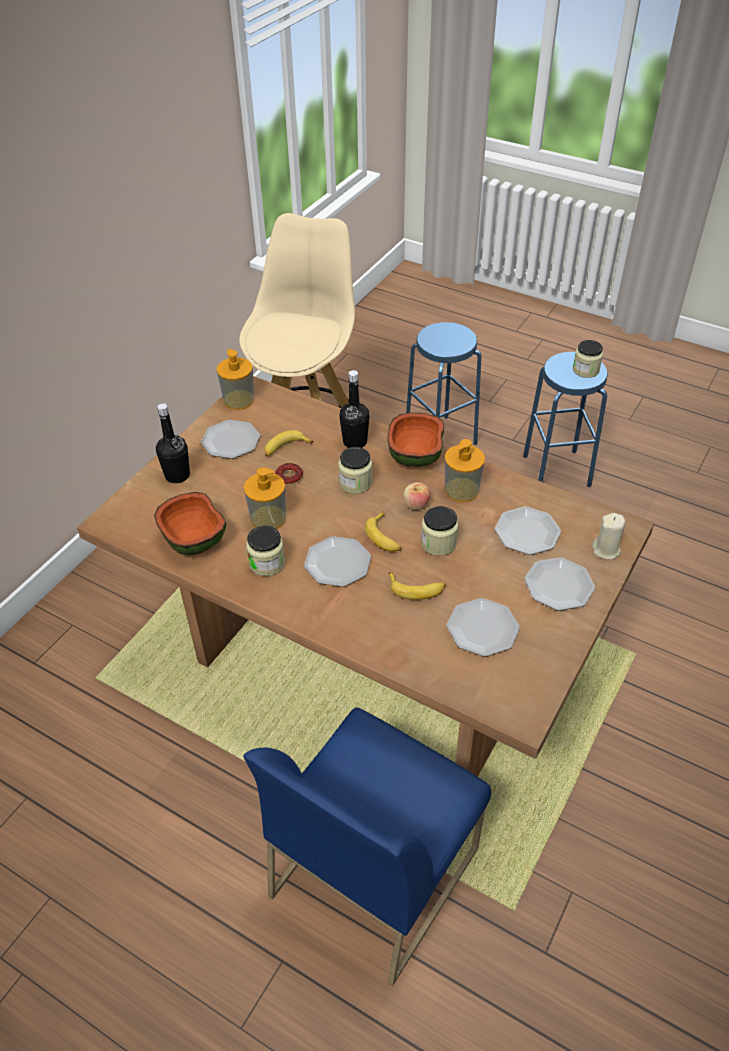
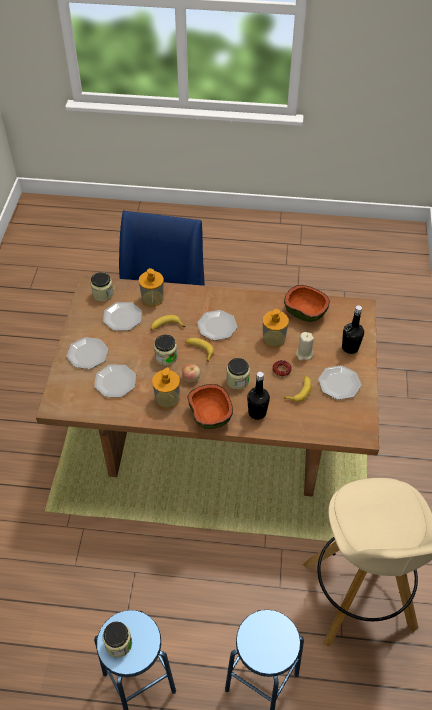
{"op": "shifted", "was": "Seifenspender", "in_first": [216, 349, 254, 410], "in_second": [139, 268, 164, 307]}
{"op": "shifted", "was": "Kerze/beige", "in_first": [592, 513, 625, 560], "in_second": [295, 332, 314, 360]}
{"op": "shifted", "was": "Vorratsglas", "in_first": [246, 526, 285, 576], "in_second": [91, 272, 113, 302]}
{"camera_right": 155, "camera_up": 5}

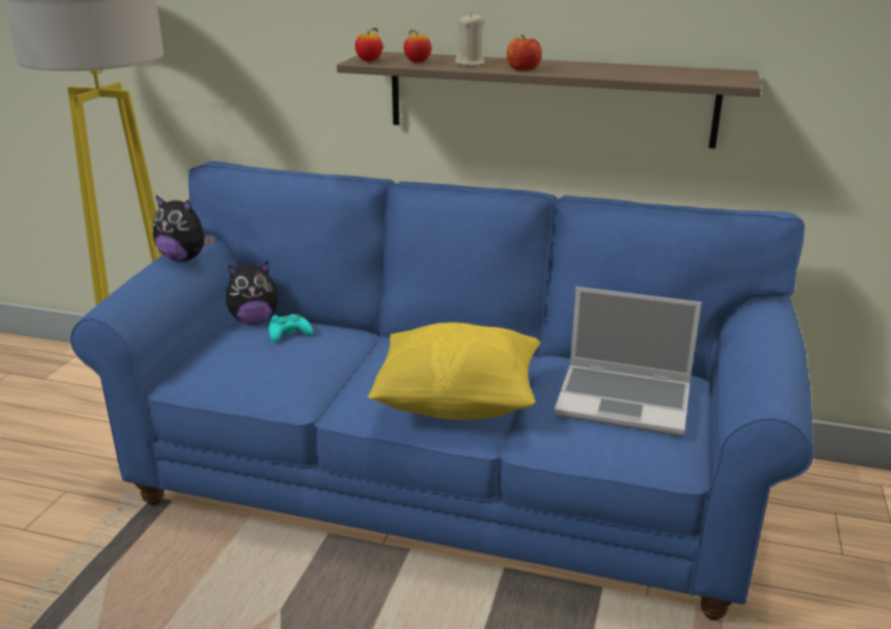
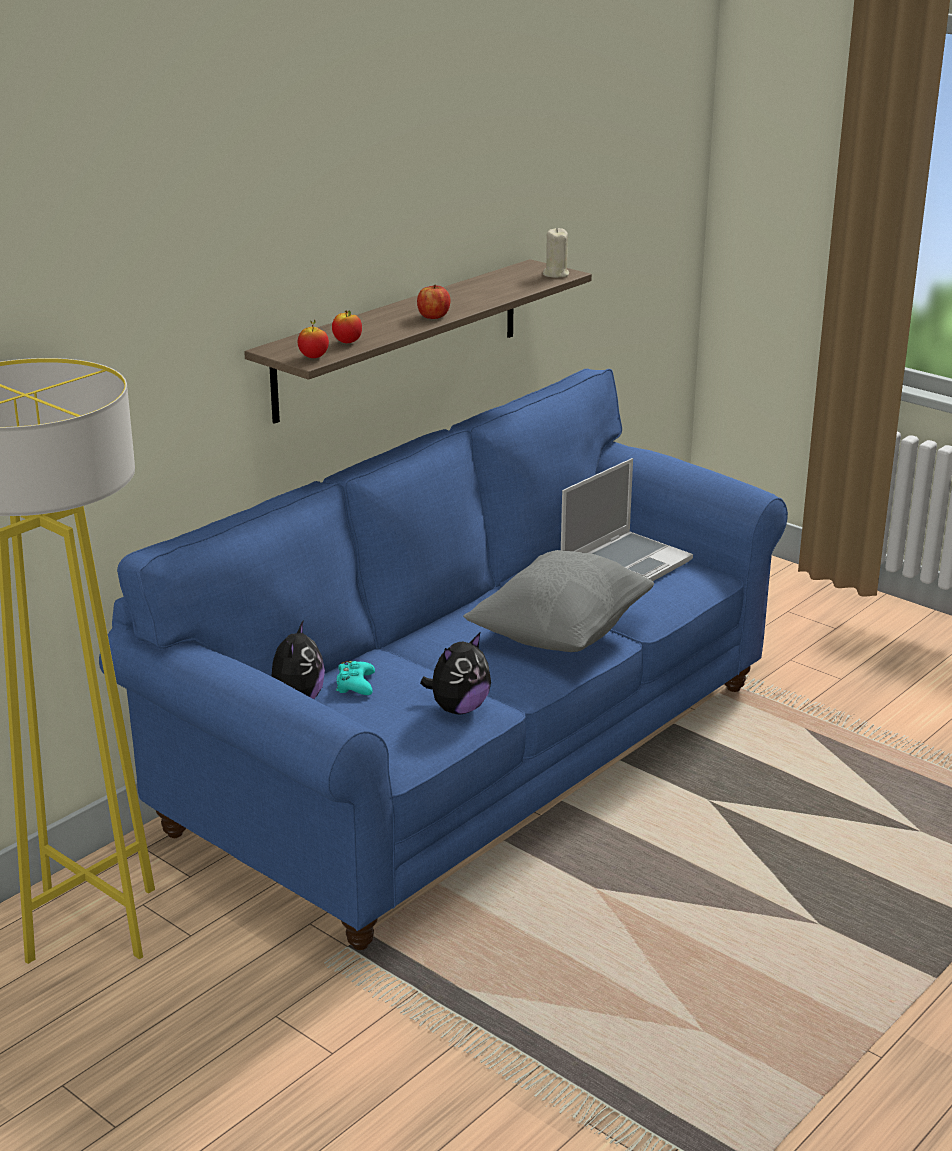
{"op": "shifted", "was": "Kerze/beige", "in_first": [455, 13, 485, 66], "in_second": [543, 228, 569, 278]}
{"op": "shifted", "was": "Plüschtier", "in_first": [153, 195, 214, 262], "in_second": [420, 633, 491, 714]}
{"op": "repainted", "was": "Kissen/gelb", "now": "Kissen/grau", "in_first": [368, 323, 540, 420], "in_second": [463, 550, 654, 652]}
{"camera_right": -65, "camera_up": 0}

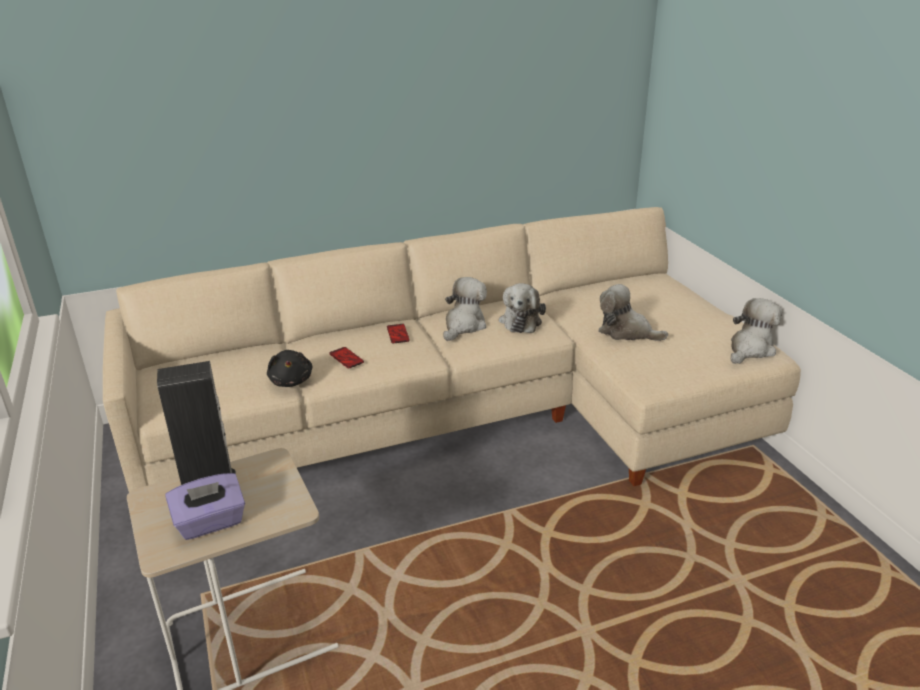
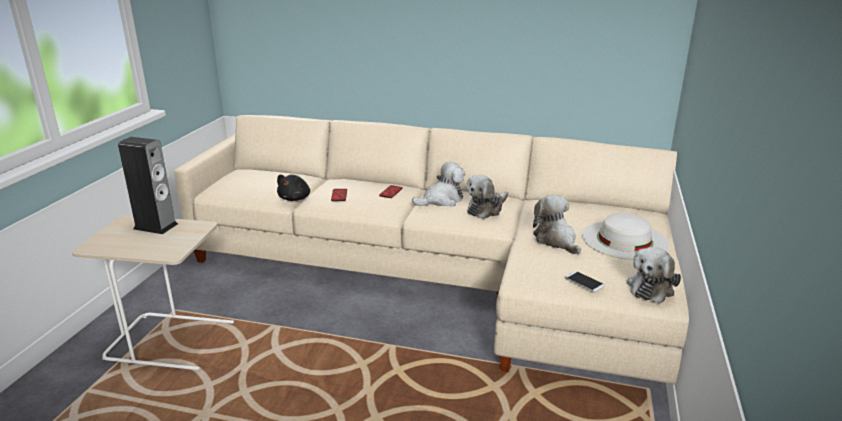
{"op": "rotated", "was": "Plüschtier", "in_first": [731, 298, 782, 364], "in_second": [626, 247, 681, 303], "clockwise": 135}
{"op": "gone", "was": "Taschentuchbox/lila", "in_first": [165, 473, 245, 540]}
{"op": "new", "now": "Hut/weiß", "in_second": [582, 213, 669, 260]}
{"op": "new", "now": "Handy", "in_second": [565, 271, 605, 292]}
{"camera_right": 35, "camera_up": -5}

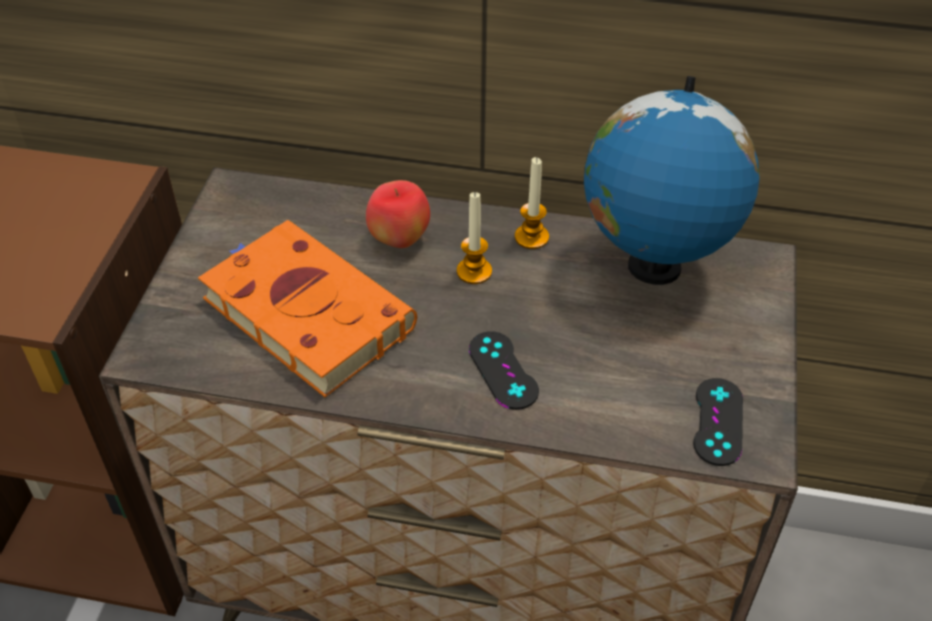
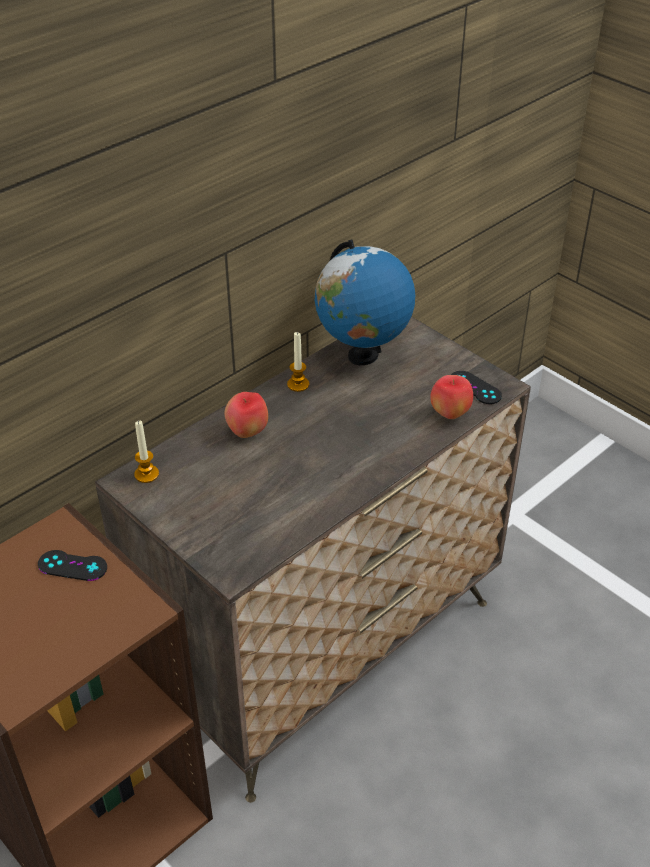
{"op": "shifted", "was": "Kerze", "in_first": [457, 192, 492, 284], "in_second": [134, 421, 159, 483]}
{"op": "gone", "was": "Buch/orange", "in_first": [198, 220, 417, 397]}
{"op": "shifted", "was": "Gamepad/schwarz", "in_first": [469, 331, 539, 410], "in_second": [38, 550, 107, 581]}
{"op": "new", "now": "Apfel", "in_second": [430, 375, 473, 419]}
{"camera_right": -55, "camera_up": -5}

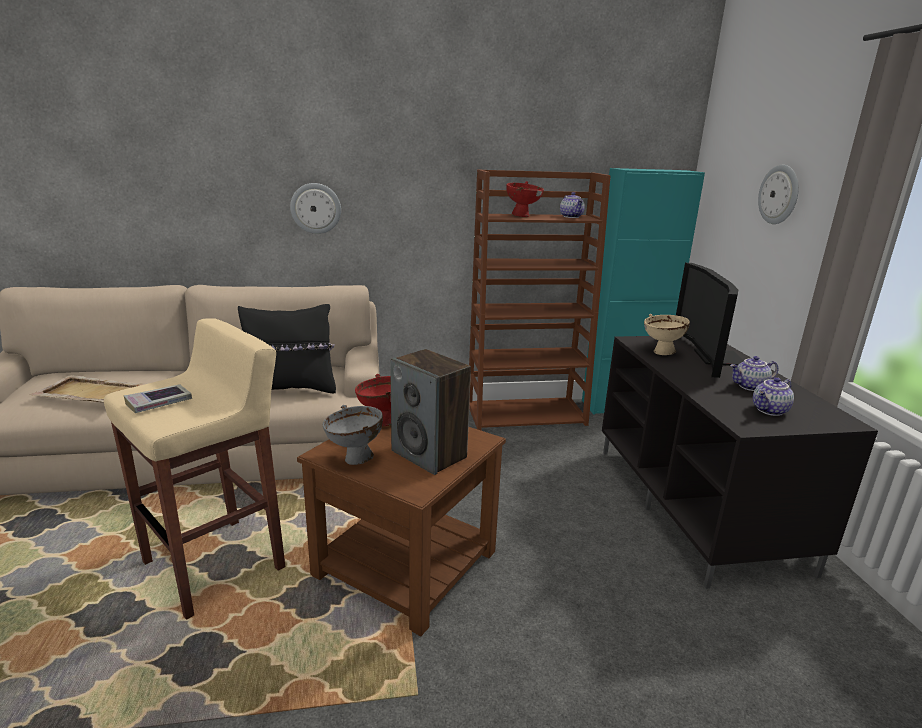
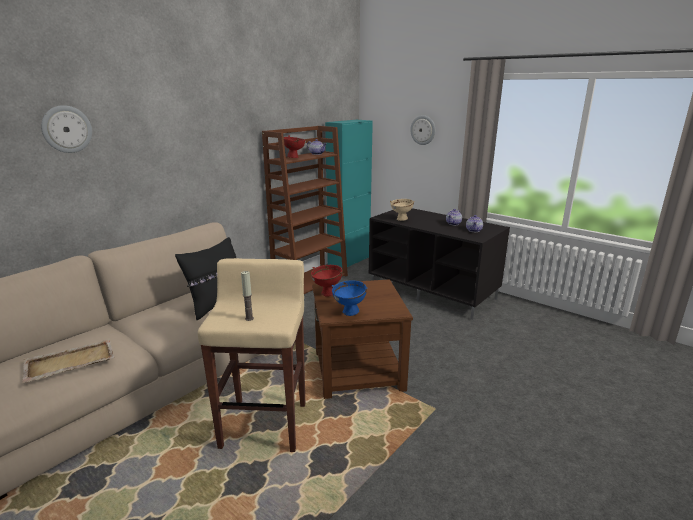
{"op": "shifted", "was": "Wanduhr", "in_first": [290, 183, 341, 234], "in_second": [41, 105, 92, 153]}
{"op": "gone", "was": "Fernseher", "in_first": [676, 263, 744, 378]}
{"op": "gone", "was": "Lautsprecher", "in_first": [390, 349, 471, 475]}
{"op": "swapped", "was": "Buch", "now": "Kerze", "in_first": [124, 384, 192, 413], "in_second": [241, 271, 254, 321]}
{"op": "repainted", "was": "Schüssel/grau", "now": "Schüssel/blau", "in_first": [323, 405, 383, 465], "in_second": [332, 281, 367, 316]}
{"camera_right": -40, "camera_up": 0}

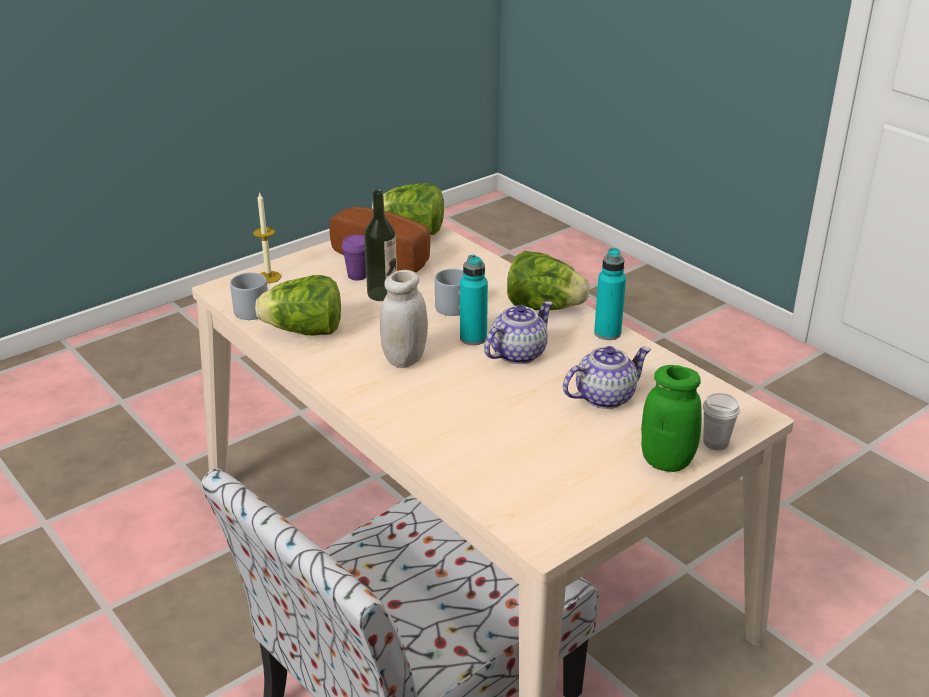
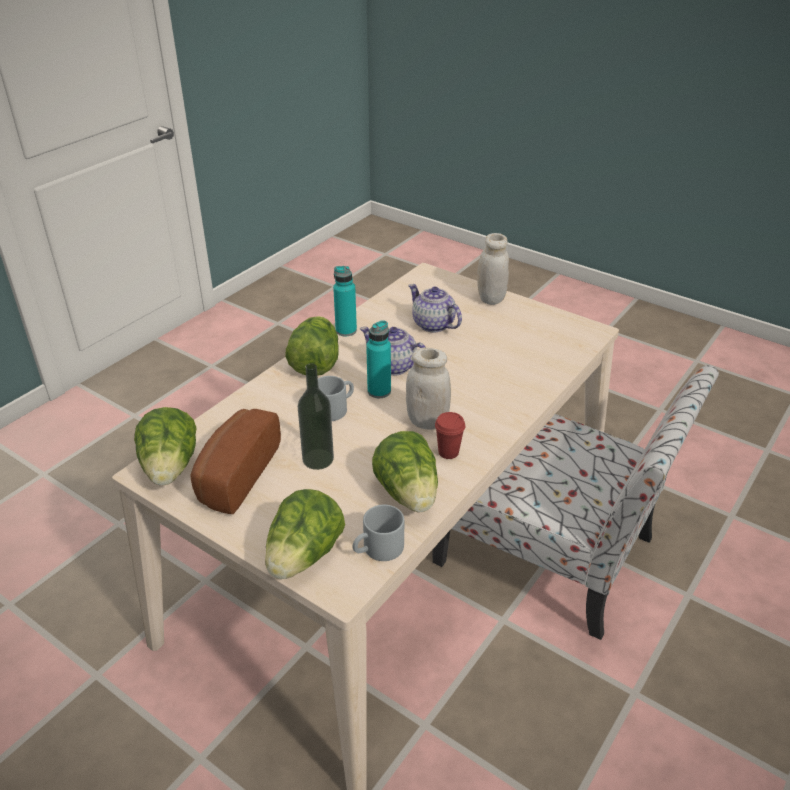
{"op": "swapped", "was": "Kerze", "now": "Salatkopf", "in_first": [253, 192, 281, 283], "in_second": [265, 489, 345, 579]}
{"op": "gone", "was": "Tasse/lila", "in_first": [341, 235, 366, 280]}
{"op": "repainted", "was": "Vorratsglas/grün", "now": "Vorratsglas/weiß", "in_first": [641, 365, 702, 472], "in_second": [477, 233, 509, 305]}
{"op": "gone", "was": "Tasse/weiß", "in_first": [703, 393, 740, 450]}
{"op": "new", "now": "Tasse/rot", "in_second": [435, 412, 465, 459]}
{"camera_right": -105, "camera_up": 5}

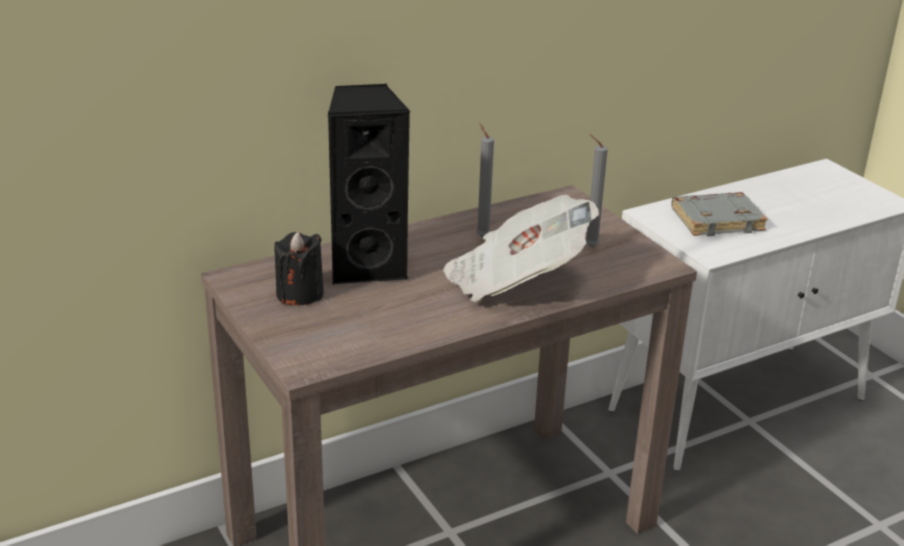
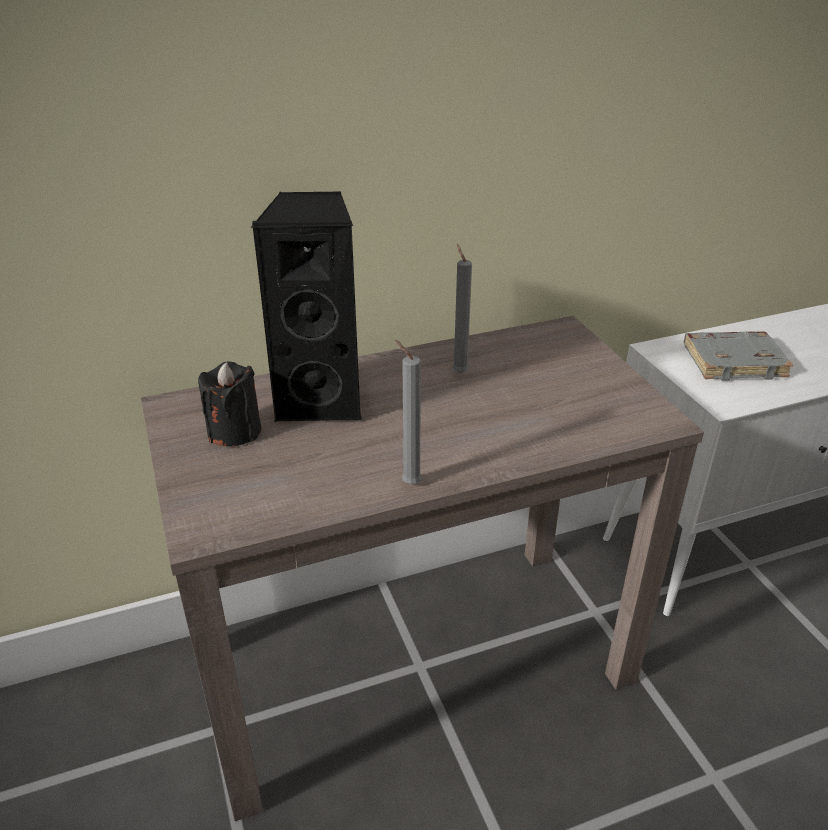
{"op": "shifted", "was": "Kerze/grau", "in_first": [585, 134, 608, 247], "in_second": [395, 340, 422, 484]}
{"op": "gone", "was": "Zeitung", "in_first": [443, 195, 599, 302]}
{"camera_right": 10, "camera_up": 5}

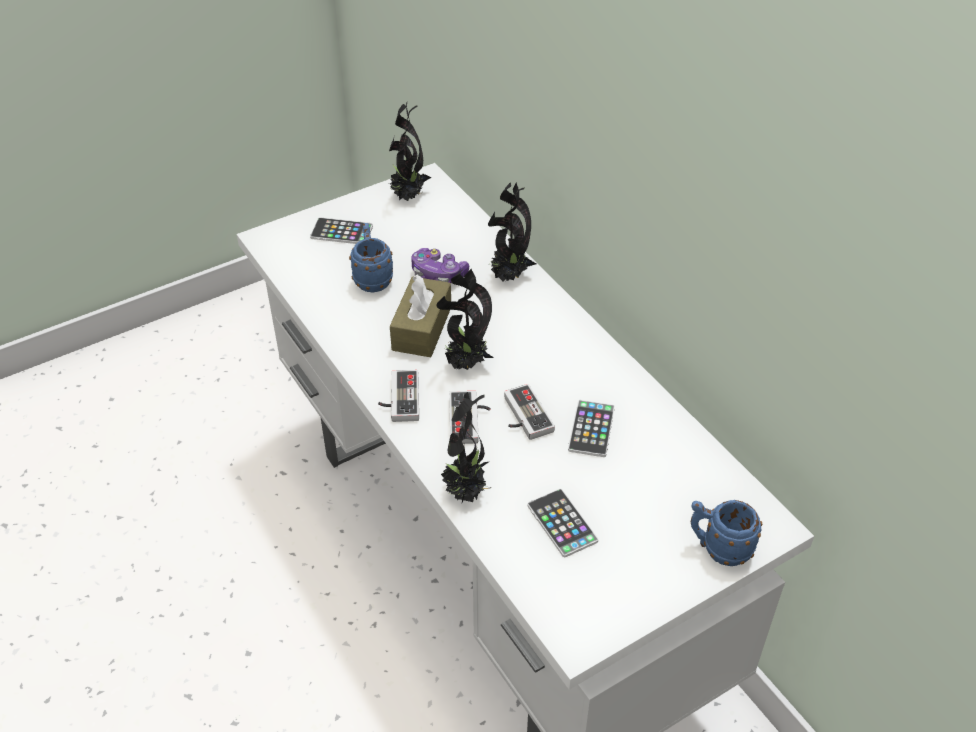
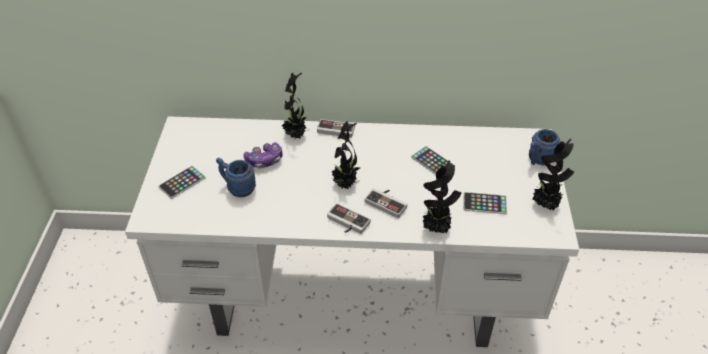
{"op": "shifted", "was": "Topfpflanze", "in_first": [389, 103, 432, 201], "in_second": [532, 138, 574, 210]}
{"op": "gone", "was": "Taschentuchbox/braun", "in_first": [390, 274, 451, 357]}
{"op": "shifted", "was": "Gamepad", "in_first": [504, 384, 555, 440], "in_second": [317, 119, 355, 140]}
{"camera_right": -55, "camera_up": 0}

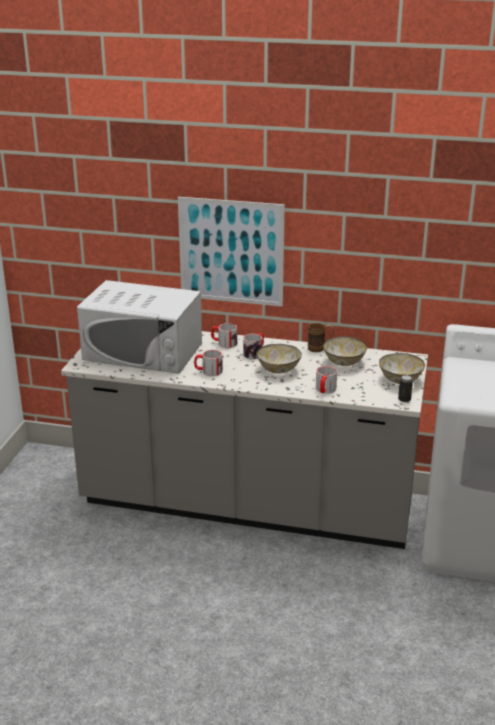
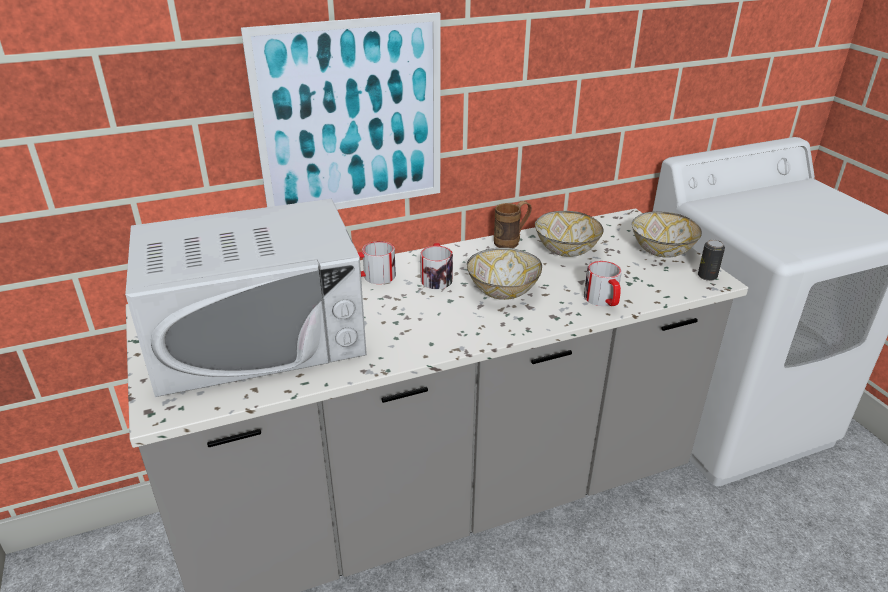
{"op": "gone", "was": "Henkelbecher", "in_first": [194, 350, 223, 376]}
{"camera_right": -35, "camera_up": 5}

